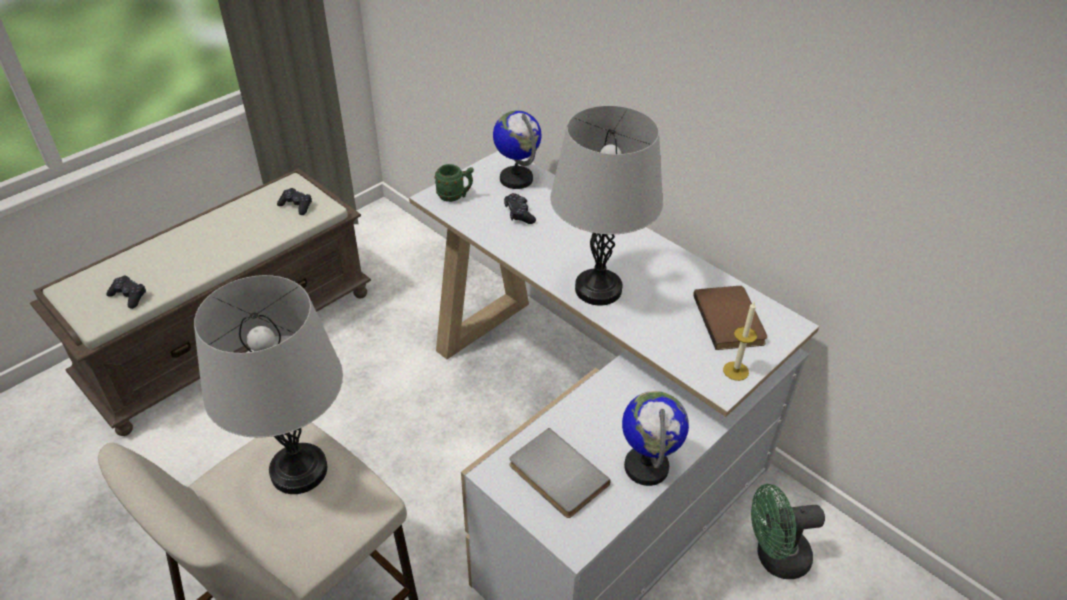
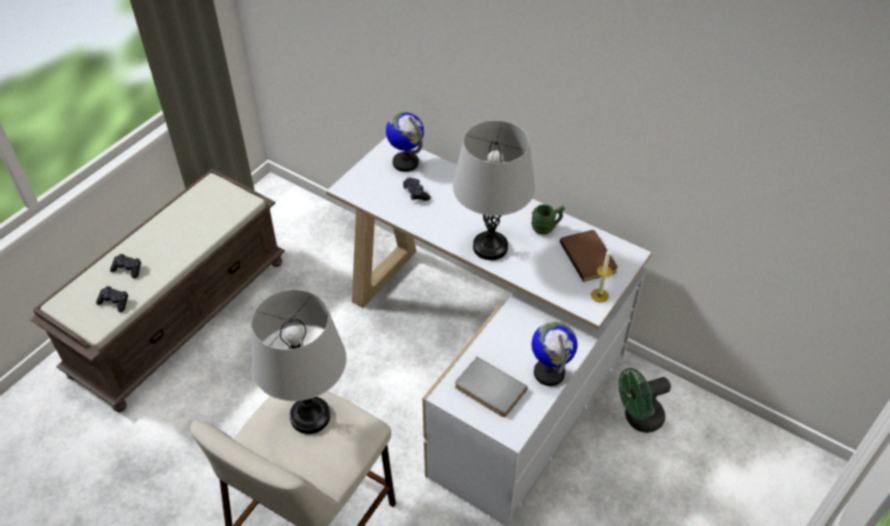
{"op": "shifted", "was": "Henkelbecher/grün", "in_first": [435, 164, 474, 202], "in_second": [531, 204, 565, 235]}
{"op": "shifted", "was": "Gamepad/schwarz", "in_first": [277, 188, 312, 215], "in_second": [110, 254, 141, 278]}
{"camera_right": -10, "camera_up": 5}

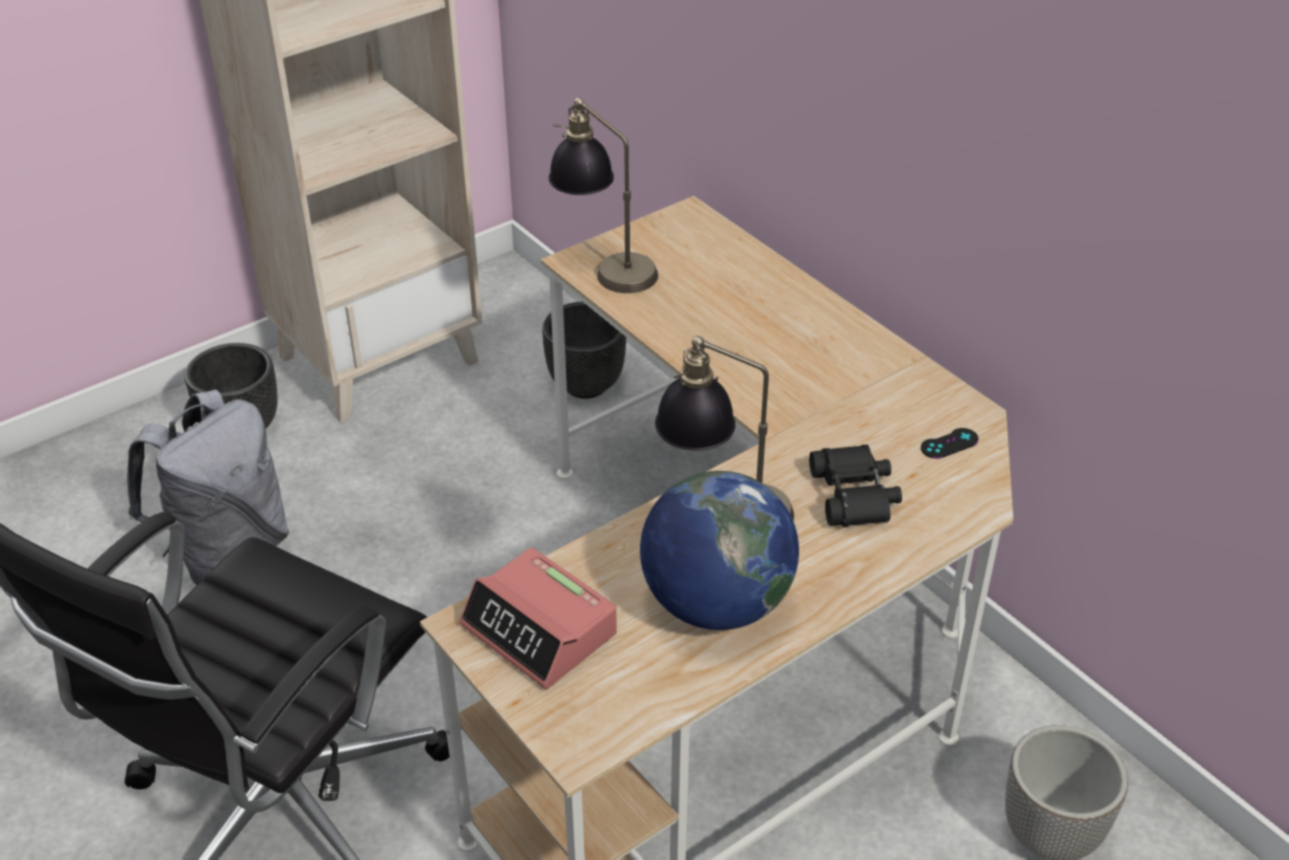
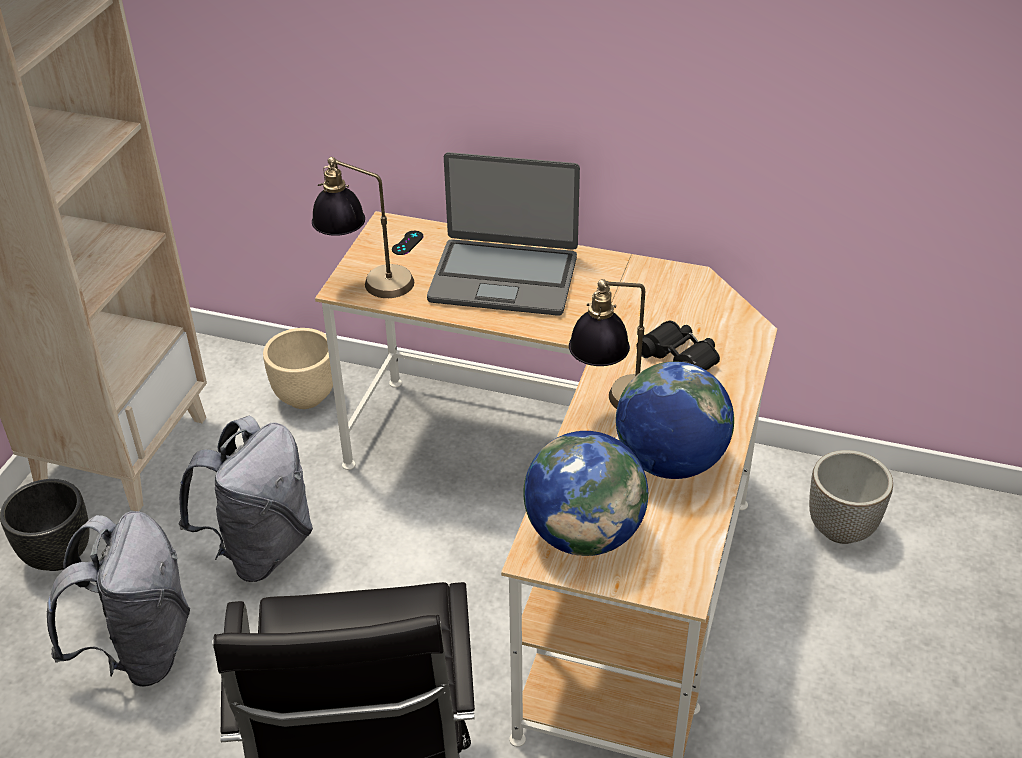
{"op": "repainted", "was": "Pflanzkübel/schwarz", "now": "Pflanzkübel/beige", "in_first": [542, 302, 626, 399], "in_second": [263, 328, 333, 409]}
{"op": "shifted", "was": "Gamepad/schwarz", "in_first": [921, 428, 978, 459], "in_second": [392, 231, 423, 255]}
{"op": "swapped", "was": "Wecker", "now": "Globus", "in_first": [460, 547, 617, 689], "in_second": [523, 431, 648, 556]}
{"op": "new", "now": "Laptop", "in_second": [427, 152, 580, 316]}
{"op": "new", "now": "Rucksack/grau", "in_second": [179, 416, 313, 582]}
{"camera_right": -35, "camera_up": 0}

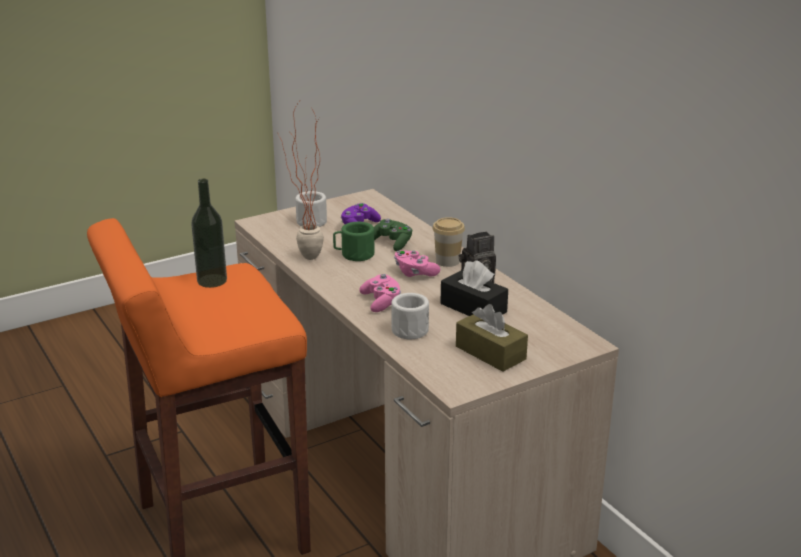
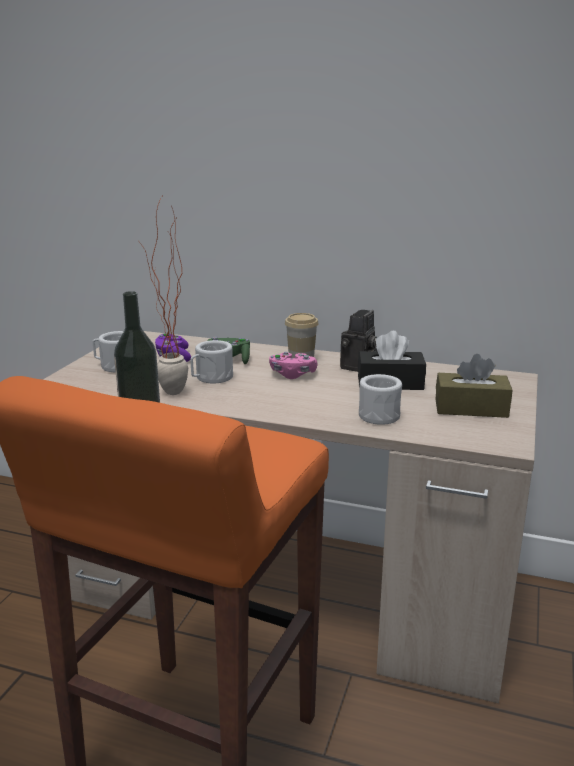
{"op": "repainted", "was": "Henkelbecher/grün", "now": "Henkelbecher/weiß", "in_first": [333, 222, 374, 261], "in_second": [190, 340, 233, 383]}
{"op": "gone", "was": "Gamepad/rosa", "in_first": [359, 274, 401, 312]}
{"camera_right": -40, "camera_up": -5}

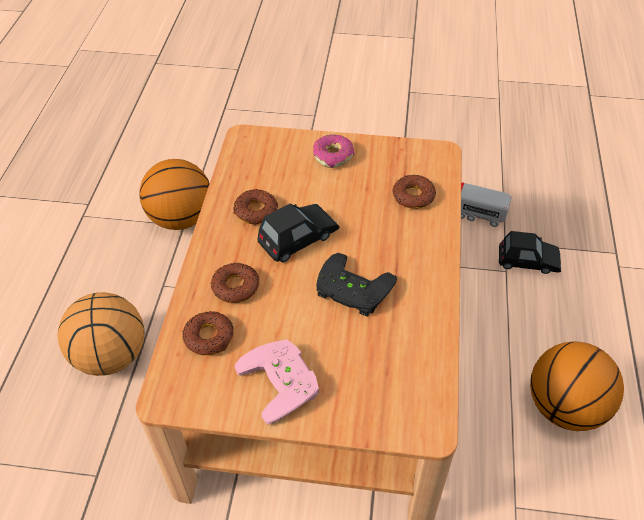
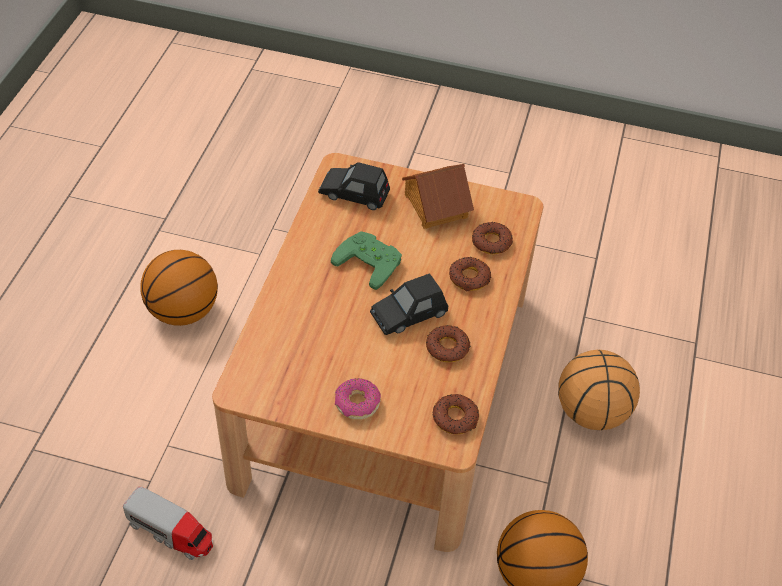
{"op": "shifted", "was": "Donut", "in_first": [393, 175, 436, 209], "in_second": [432, 394, 479, 434]}
{"op": "shifted", "was": "Spielzeugauto/schwarz", "in_first": [499, 231, 561, 274], "in_second": [318, 162, 390, 210]}
{"op": "repainted", "was": "Gamepad/schwarz", "now": "Gamepad/grün", "in_first": [316, 253, 397, 317], "in_second": [331, 231, 402, 290]}
{"op": "swapped", "was": "Gamepad/rosa", "now": "Spielzeughaus", "in_first": [235, 340, 319, 425], "in_second": [402, 164, 474, 229]}
{"camera_right": -175, "camera_up": 0}

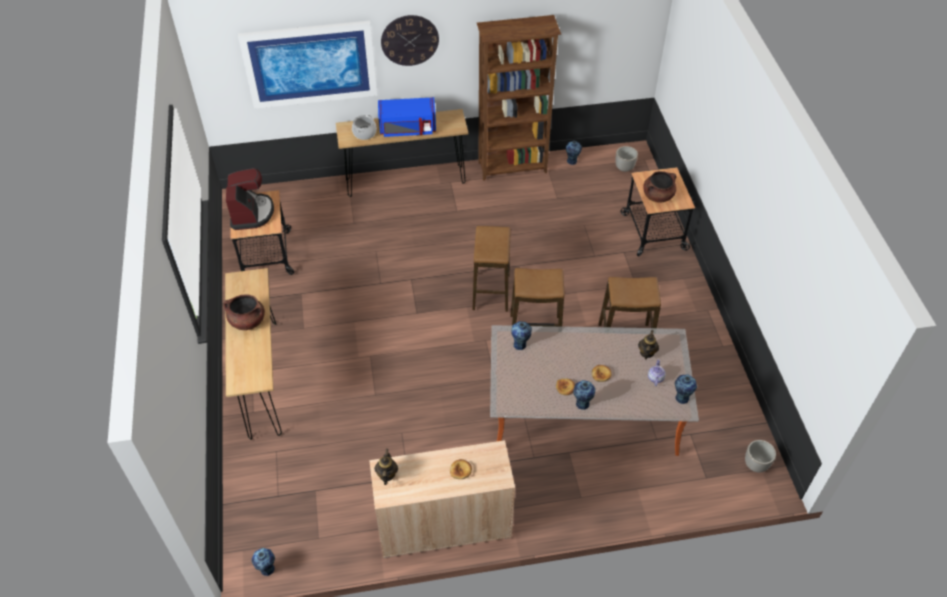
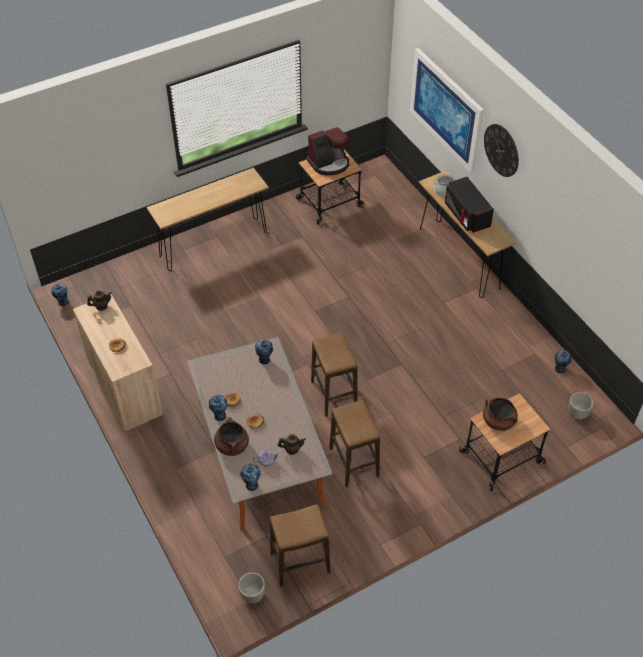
{"op": "gone", "was": "Bücherregal/braun", "in_first": [477, 15, 561, 181]}
{"op": "repainted", "was": "Mikrowelle/blau", "now": "Mikrowelle/schwarz", "in_first": [378, 97, 436, 137], "in_second": [445, 177, 494, 233]}
{"op": "shifted", "was": "Hocker", "in_first": [473, 226, 511, 312], "in_second": [270, 504, 330, 587]}
{"op": "shifted", "was": "Kochtopf/braun", "in_first": [224, 294, 265, 330], "in_second": [214, 417, 249, 456]}
{"camera_right": 70, "camera_up": 0}

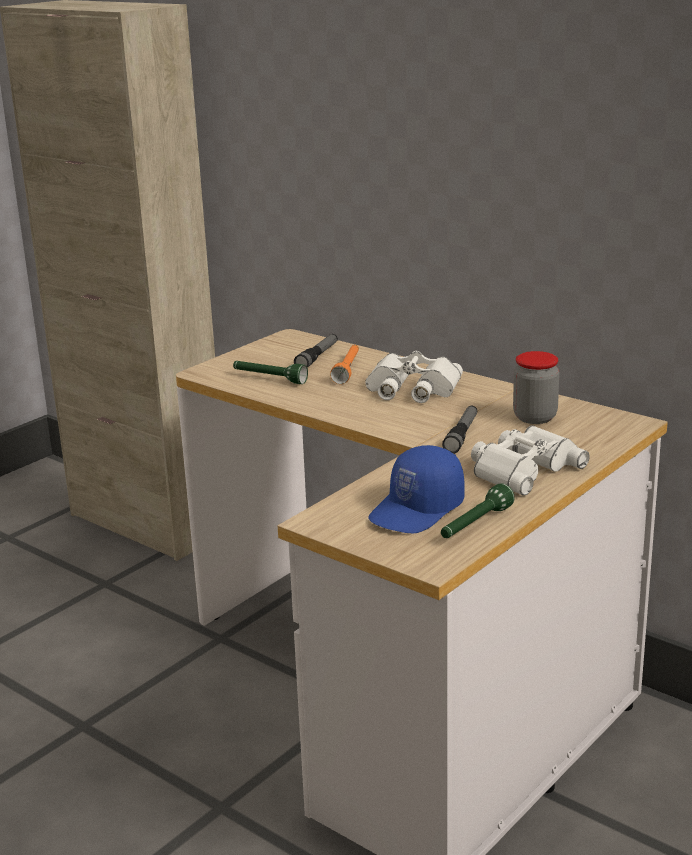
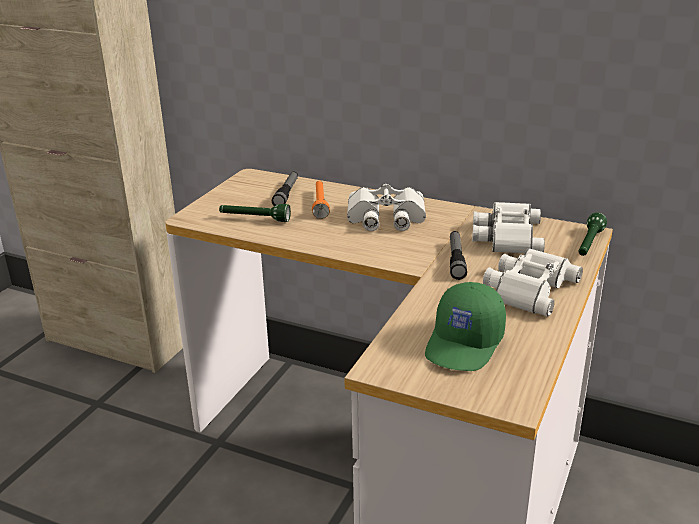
{"op": "swapped", "was": "Vorratsglas", "now": "Fernglas/weiß", "in_first": [513, 351, 559, 424], "in_second": [472, 202, 545, 253]}
{"op": "repainted", "was": "Kappe/blau", "now": "Kappe/grün", "in_first": [368, 445, 465, 533], "in_second": [425, 282, 506, 371]}
{"op": "shifted", "was": "Taschenlampe/grün", "in_first": [441, 483, 515, 538], "in_second": [579, 213, 607, 256]}
{"camera_right": -15, "camera_up": 5}

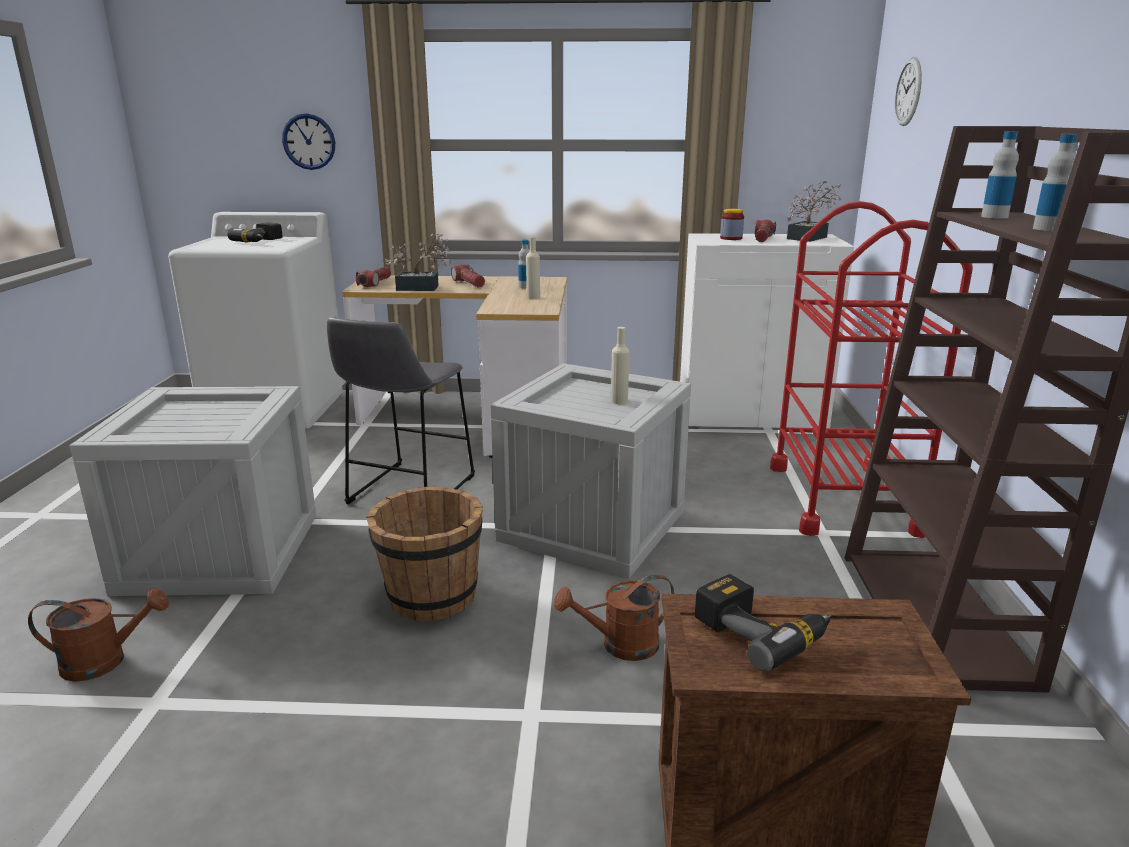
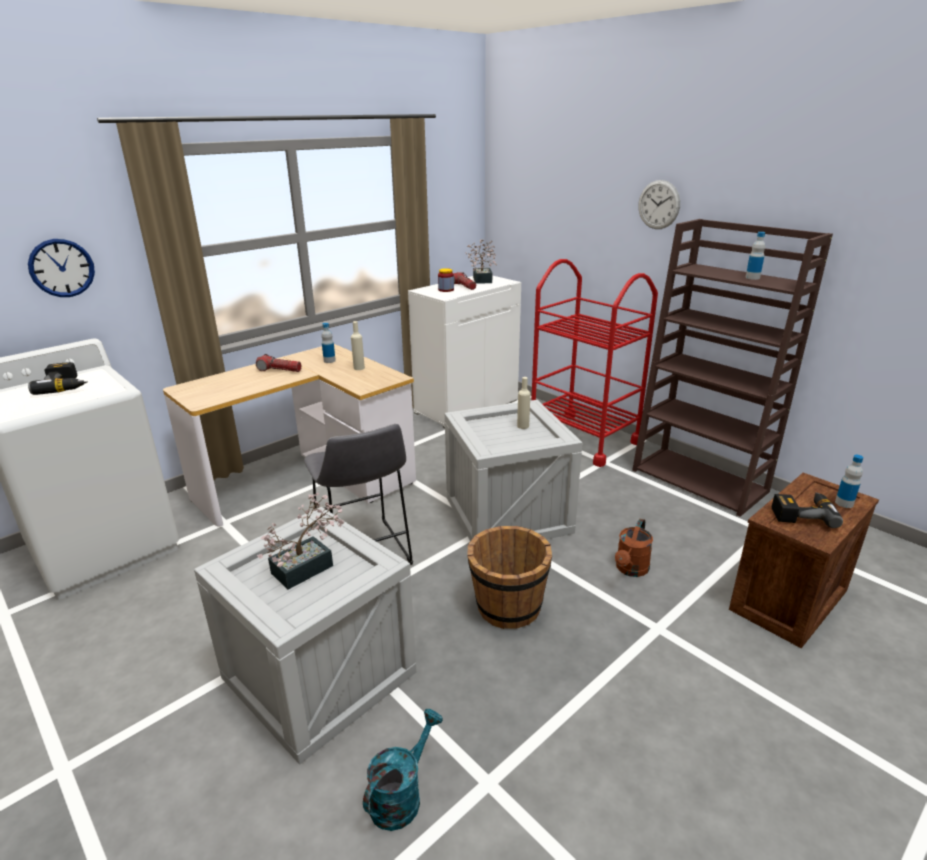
{"op": "shifted", "was": "Wanduhr", "in_first": [895, 57, 922, 126], "in_second": [638, 180, 680, 229]}
{"op": "shifted", "was": "Flasche", "in_first": [981, 131, 1019, 219], "in_second": [835, 455, 864, 508]}
{"op": "shifted", "was": "Topfpflanze", "in_first": [385, 233, 452, 291], "in_second": [257, 492, 345, 589]}
{"op": "gone", "was": "Taschenlampe", "in_first": [356, 267, 391, 287]}
{"op": "repainted", "was": "Gießkanne/braun", "now": "Gießkanne/türkis", "in_first": [28, 588, 169, 682], "in_second": [363, 709, 443, 831]}
{"camera_right": -45, "camera_up": 5}

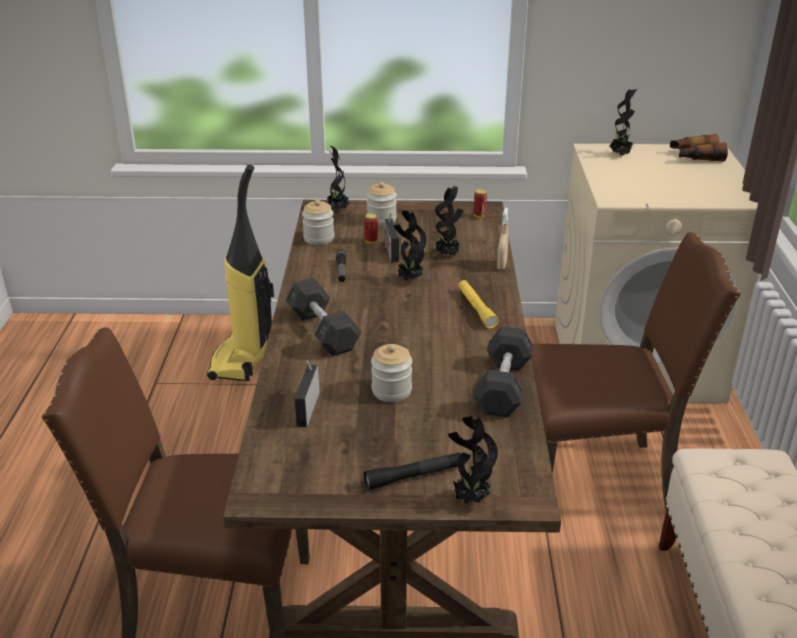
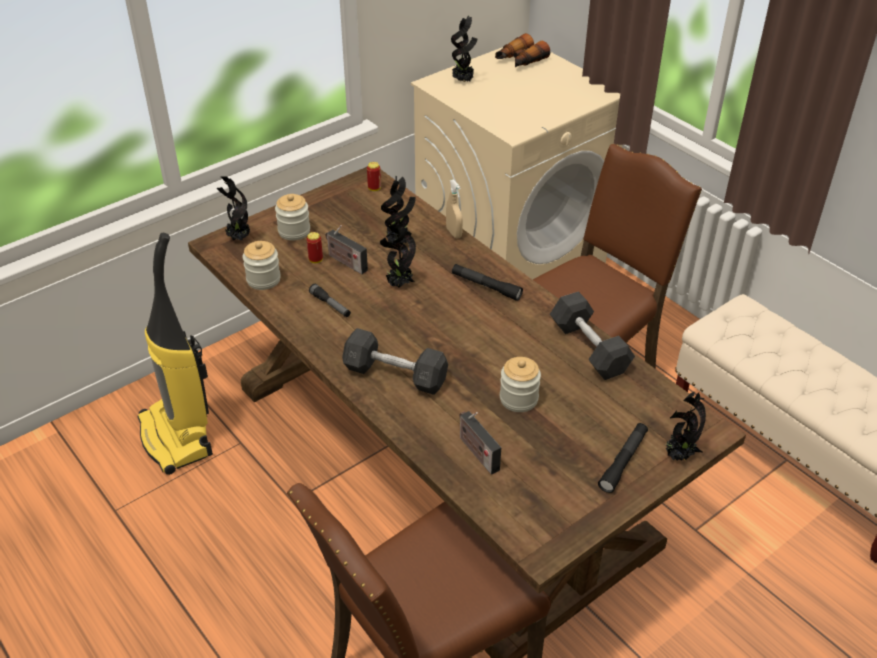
{"op": "repainted", "was": "Taschenlampe/gelb", "now": "Taschenlampe/schwarz", "in_first": [458, 280, 499, 328], "in_second": [452, 264, 523, 301]}
{"camera_right": -40, "camera_up": 10}

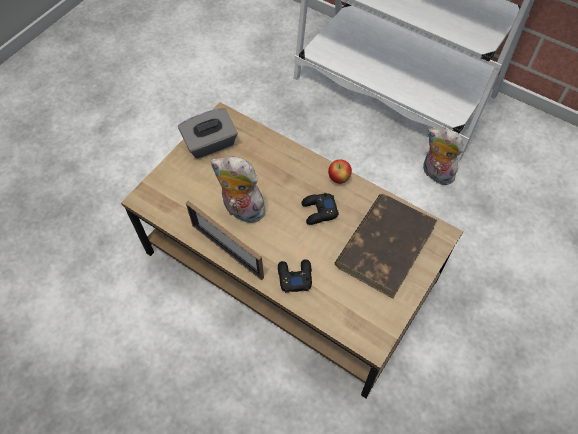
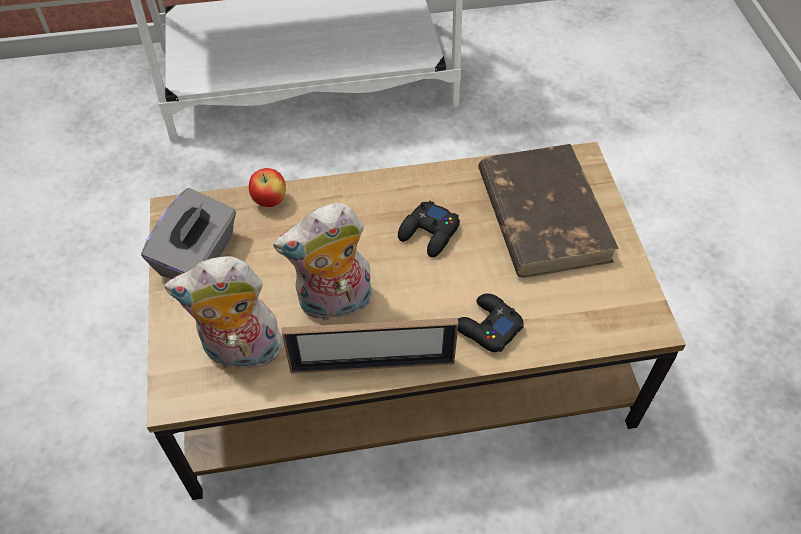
{"op": "shifted", "was": "Plüschtier", "in_first": [423, 129, 463, 185], "in_second": [164, 256, 283, 374]}
{"op": "shifted", "was": "Apfel", "in_first": [328, 159, 352, 184], "in_second": [249, 168, 286, 207]}
{"camera_right": -45, "camera_up": -5}

